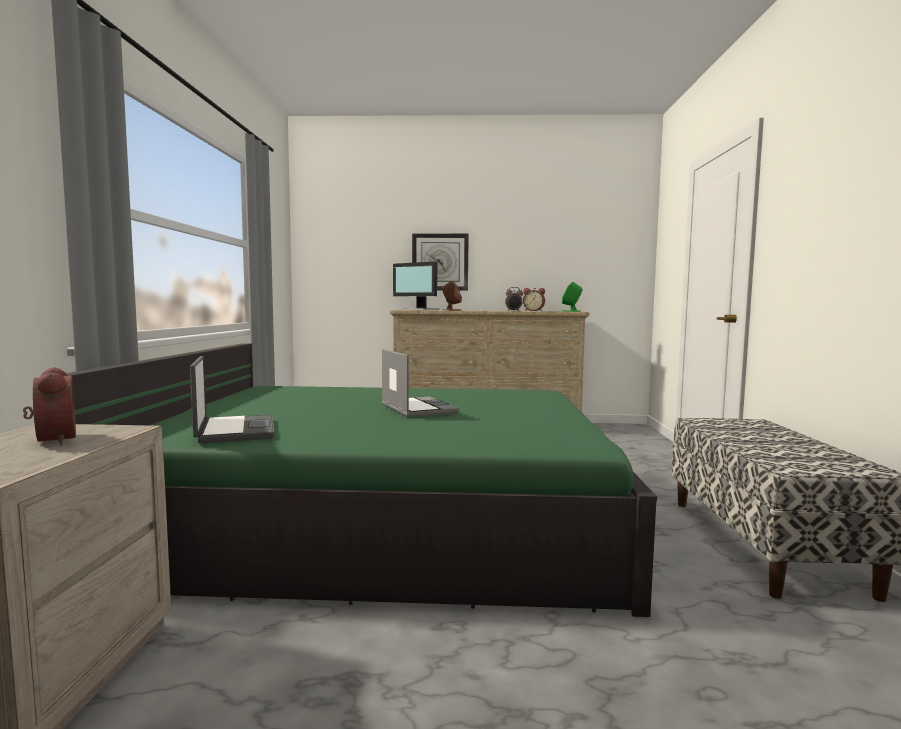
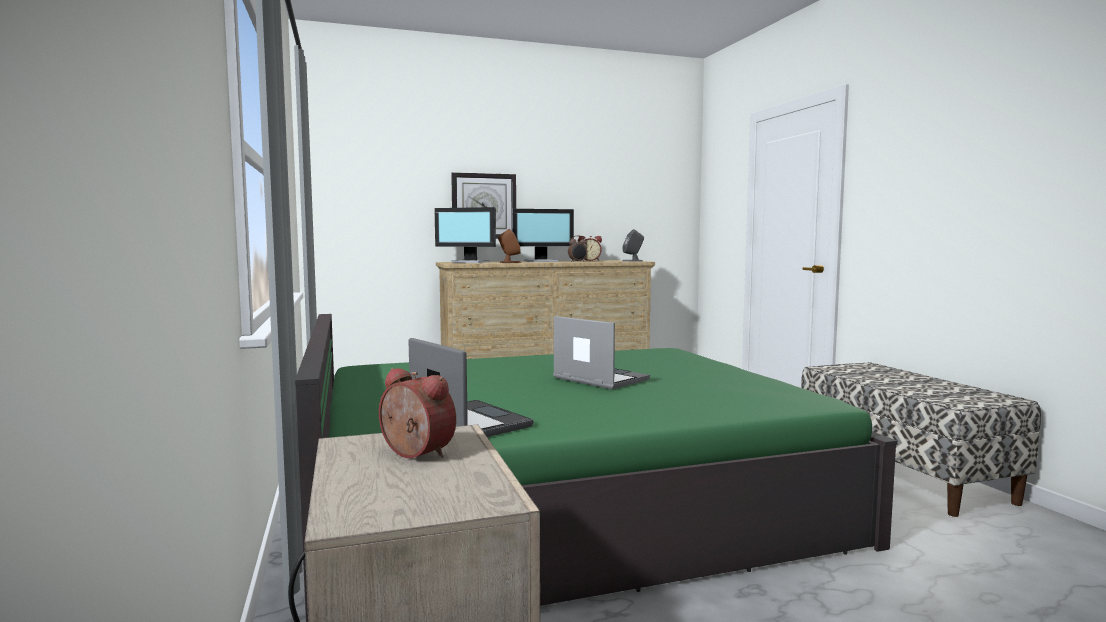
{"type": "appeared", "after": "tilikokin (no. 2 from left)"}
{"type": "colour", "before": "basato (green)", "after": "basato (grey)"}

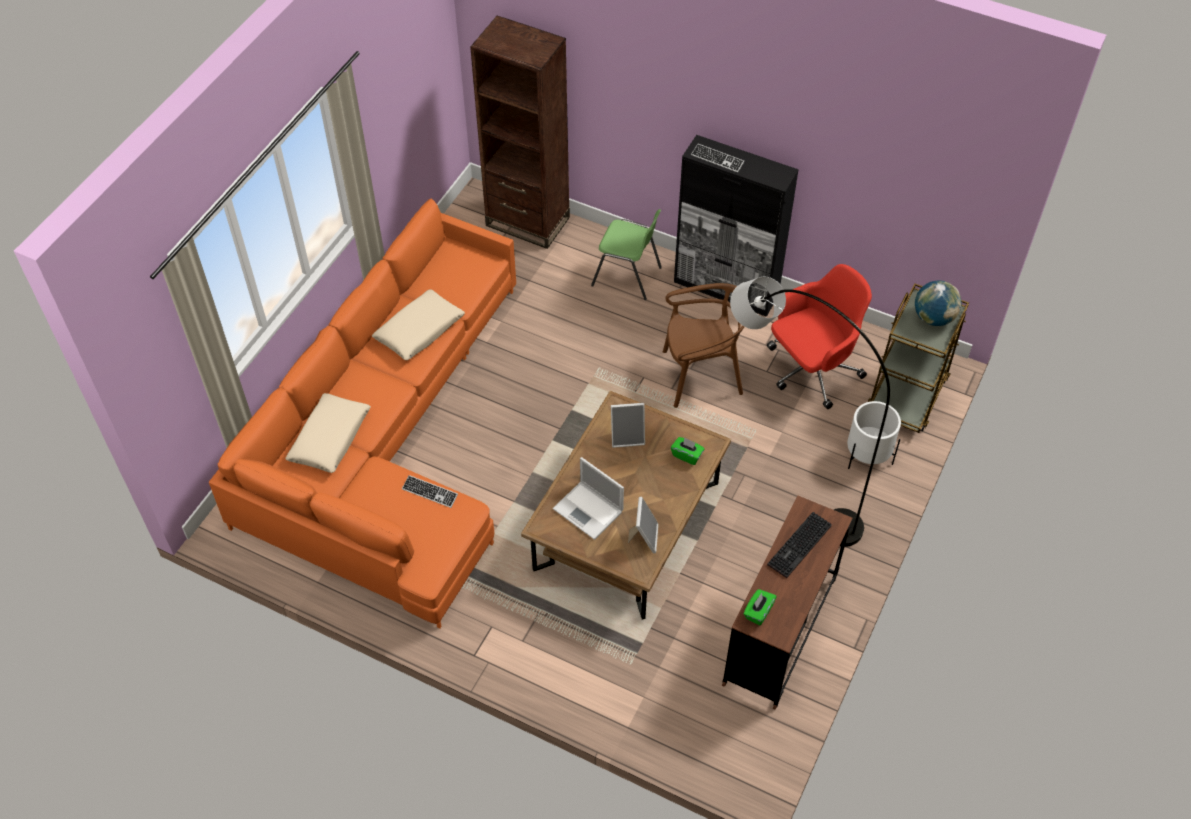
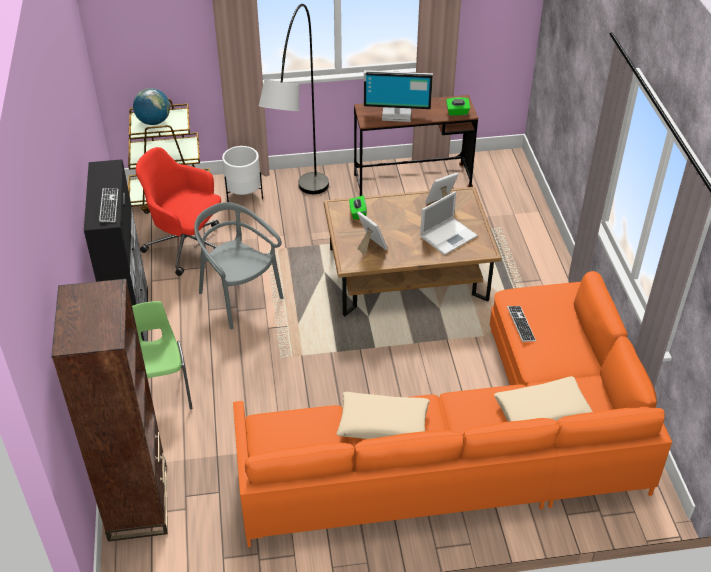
{"type": "colour", "before": "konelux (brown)", "after": "konelux (grey)"}
{"type": "exchanged", "before": "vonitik (no. 3 from left)", "after": "tilikokin"}
{"type": "spun", "before": "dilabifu", "turn": 45}

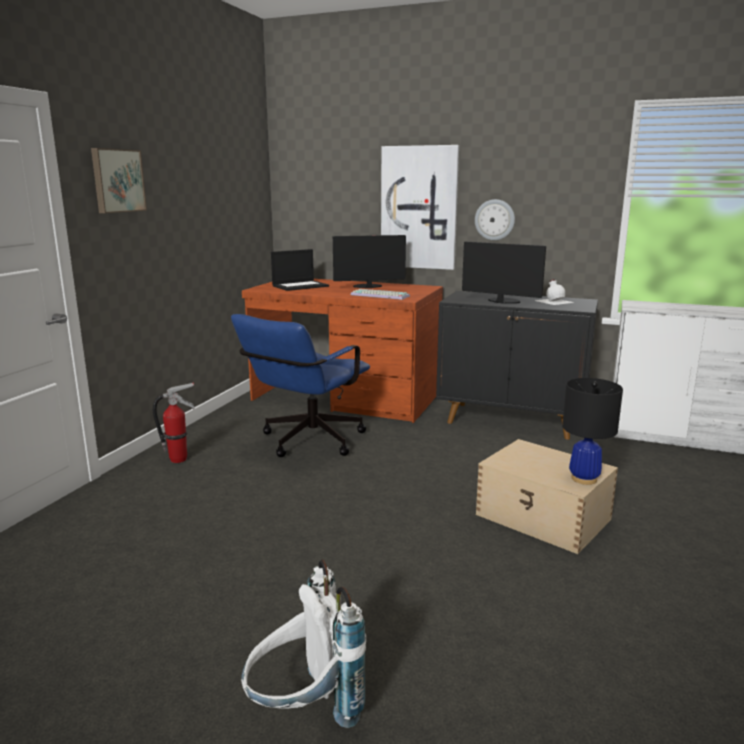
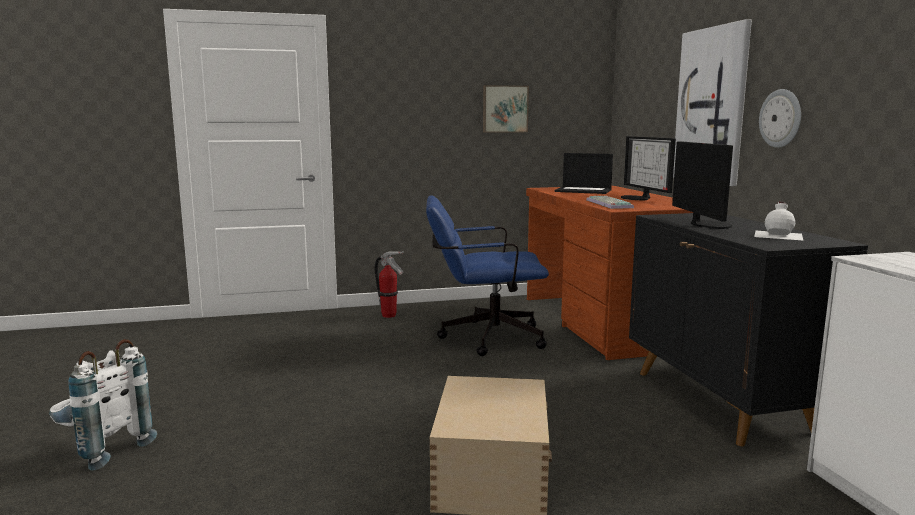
{"type": "relocated", "before": "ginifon (no. 1 from left)"}
{"type": "spun", "before": "tilikokin (no. 1 from left)", "turn": -150}
{"type": "missing", "before": "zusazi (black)"}

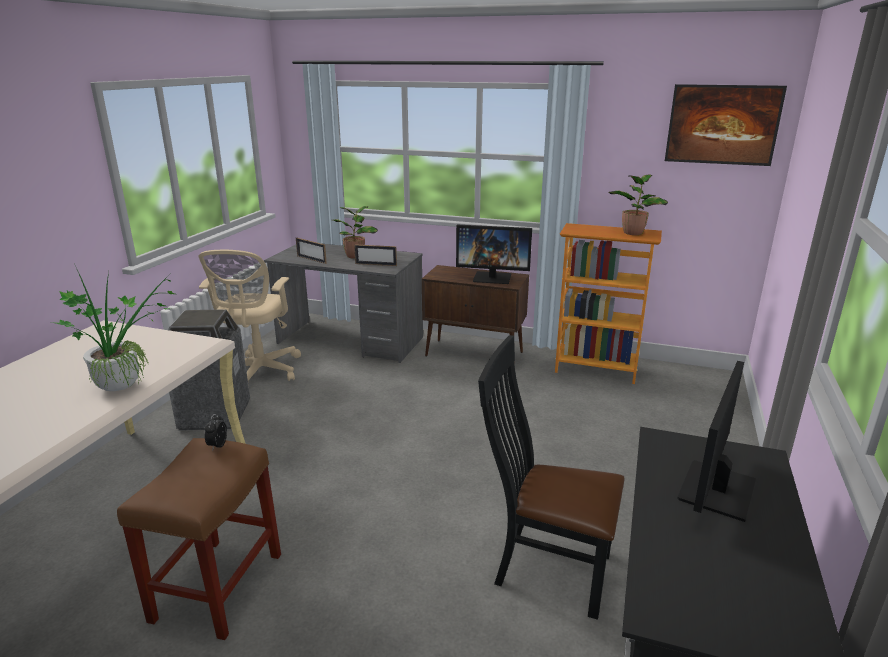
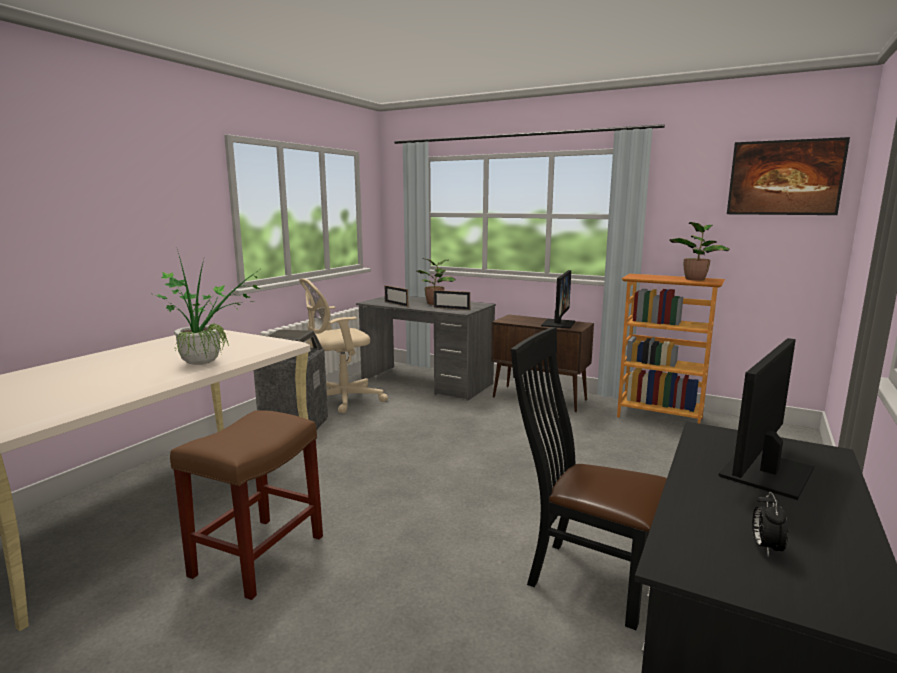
{"type": "spun", "before": "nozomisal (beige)", "turn": 45}
{"type": "spun", "before": "tilikokin (no. 1 from left)", "turn": -90}
{"type": "relocated", "before": "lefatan"}

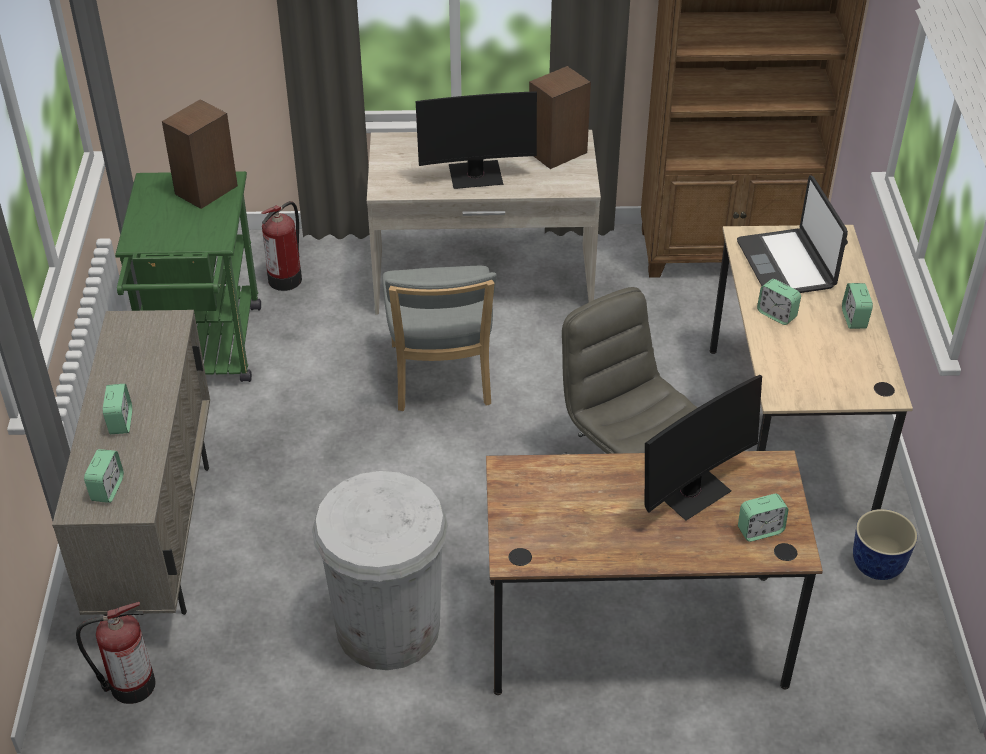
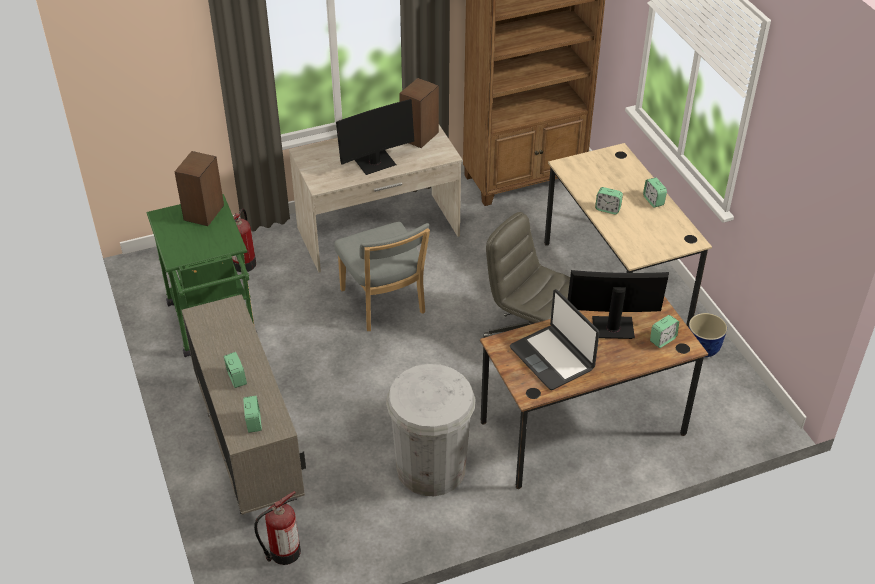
{"type": "relocated", "before": "dilabifu"}
{"type": "spun", "before": "tilikokin (no. 2 from left)", "turn": -120}

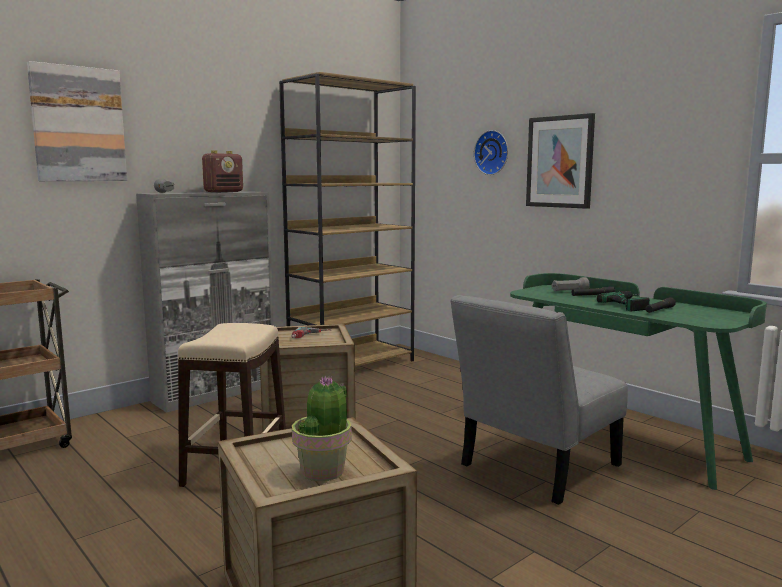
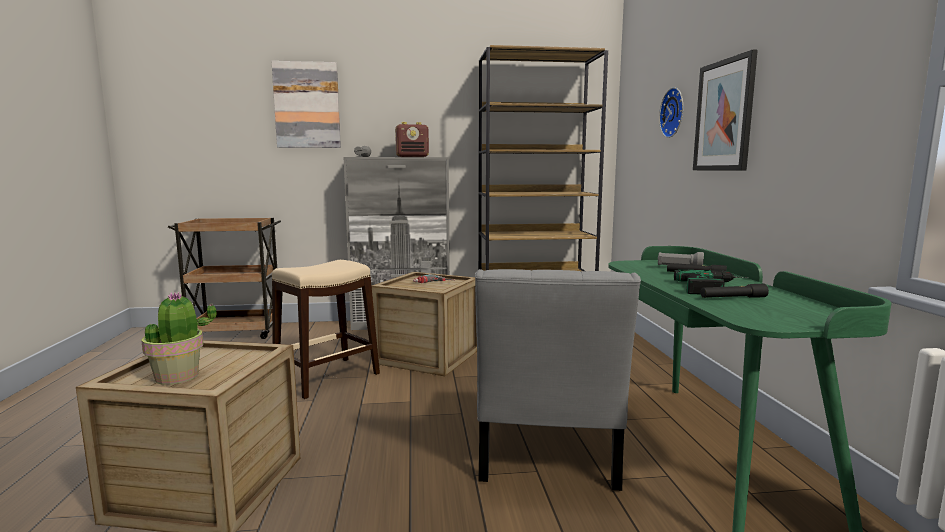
{"type": "spun", "before": "konelux (grey)", "turn": -75}

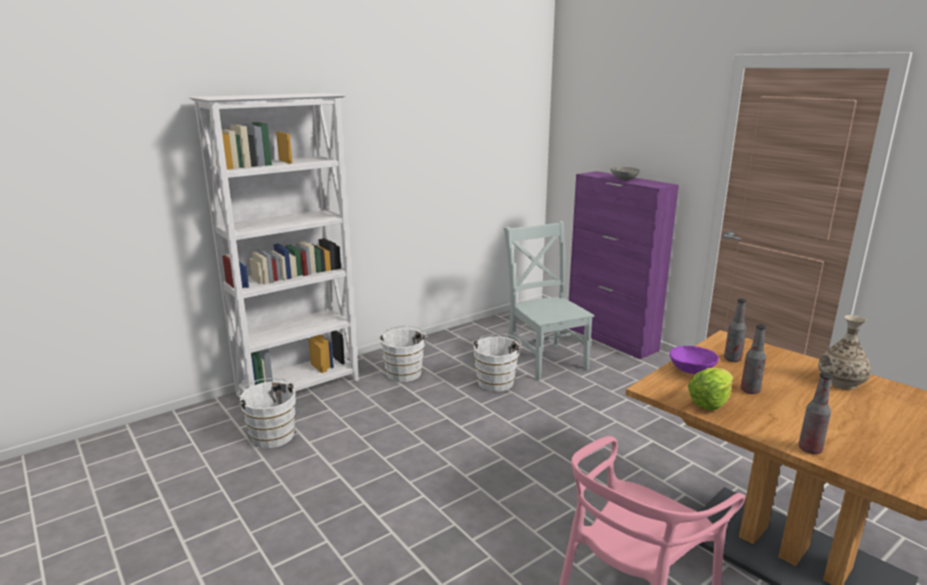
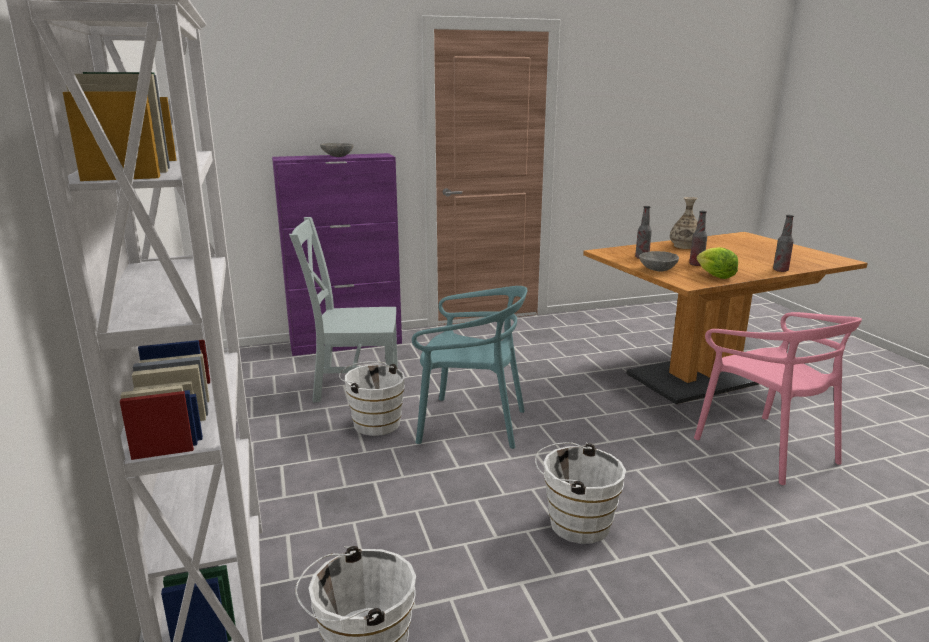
{"type": "appeared", "after": "konelux (turquoise)"}
{"type": "relocated", "before": "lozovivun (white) (no. 2 from left in the first image)", "after": "lozovivun (white) (no. 3 from left)"}
{"type": "colour", "before": "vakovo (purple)", "after": "vakovo (grey) (no. 2 from left)"}

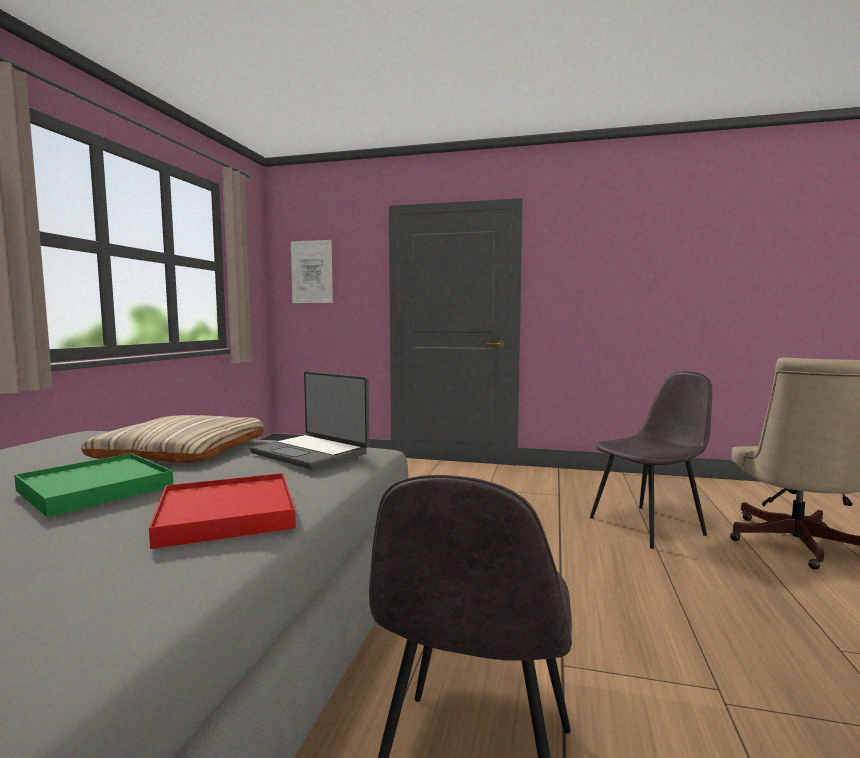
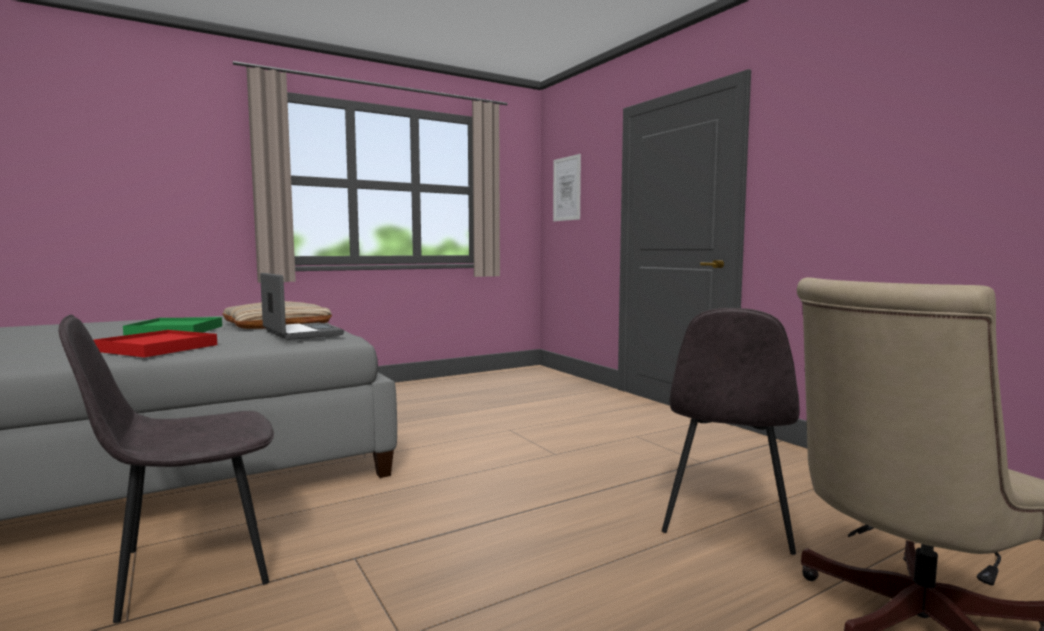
{"type": "spun", "before": "dilabifu", "turn": 150}
{"type": "spun", "before": "konelux (grey) (no. 2 from left)", "turn": 90}

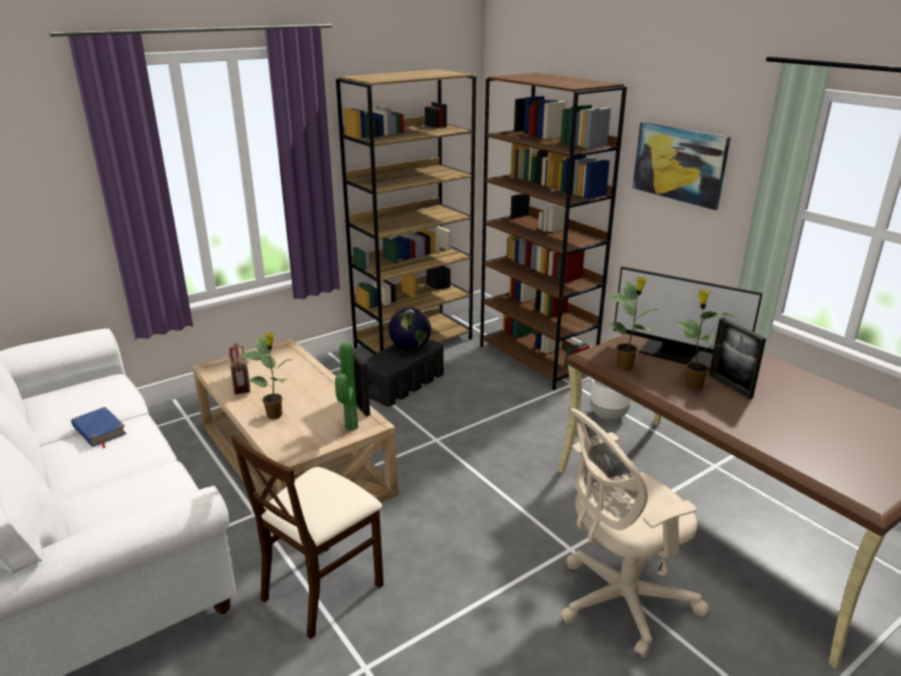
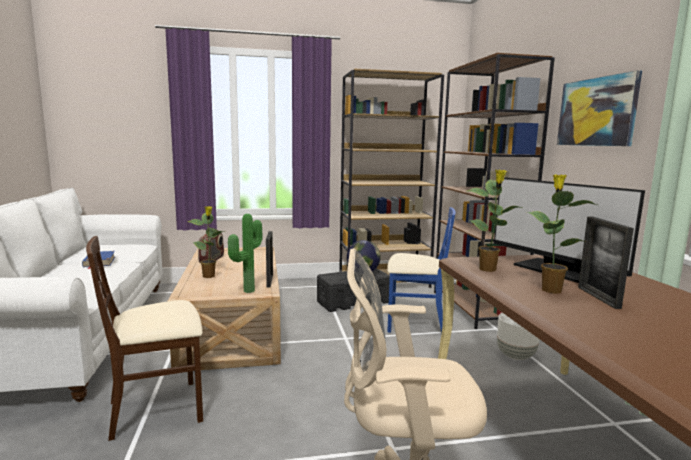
{"type": "appeared", "after": "konelux (blue)"}

